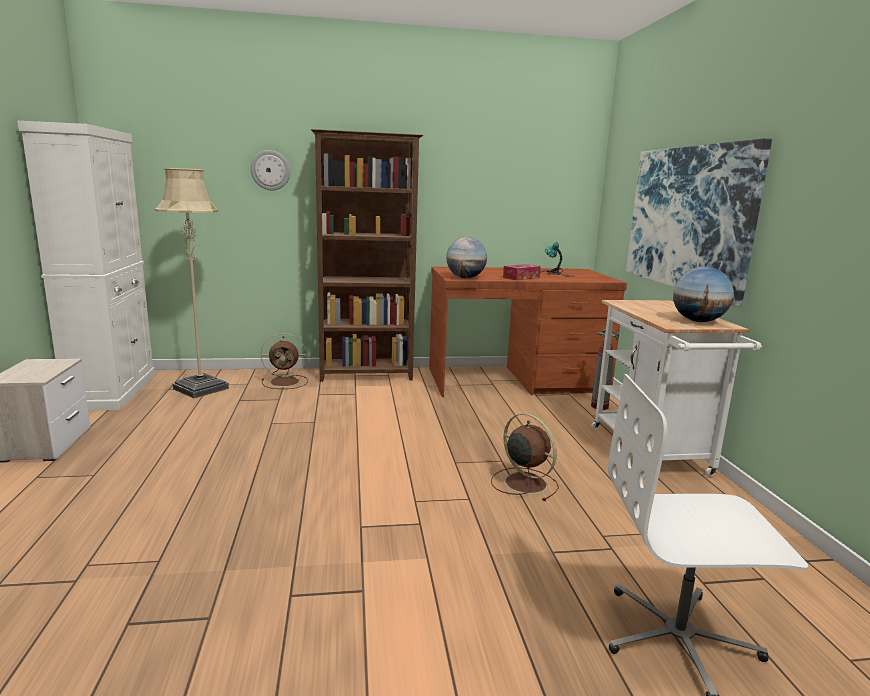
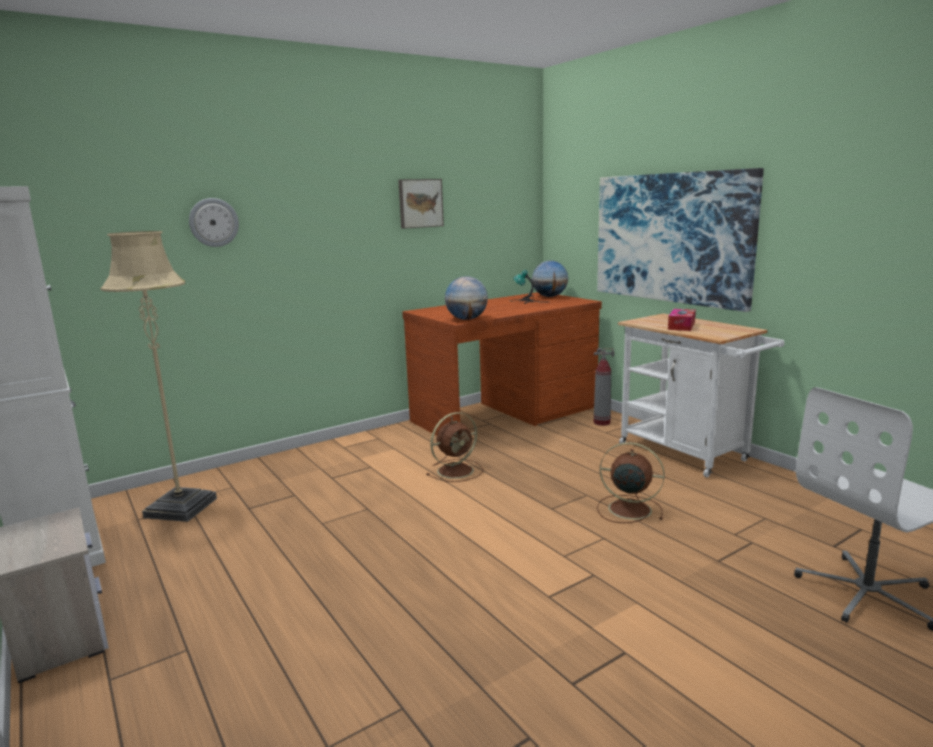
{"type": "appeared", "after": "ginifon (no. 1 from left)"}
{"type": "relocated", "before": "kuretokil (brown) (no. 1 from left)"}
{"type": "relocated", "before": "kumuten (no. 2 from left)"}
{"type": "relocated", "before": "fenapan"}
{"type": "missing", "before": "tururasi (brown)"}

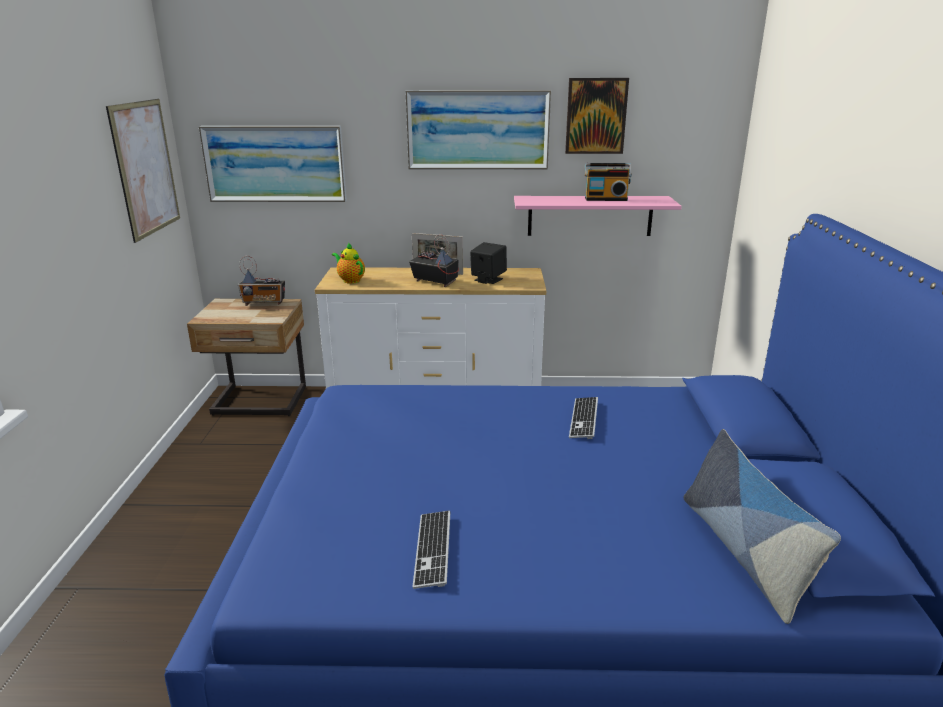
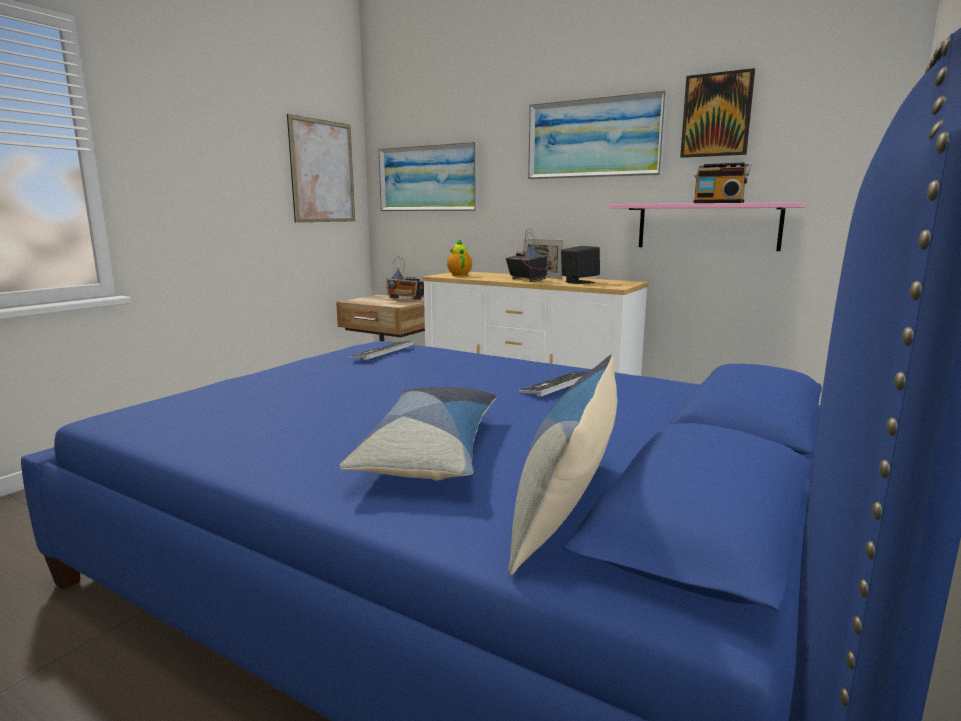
{"type": "appeared", "after": "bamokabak (no. 1 from left)"}
{"type": "relocated", "before": "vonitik (no. 1 from left)"}

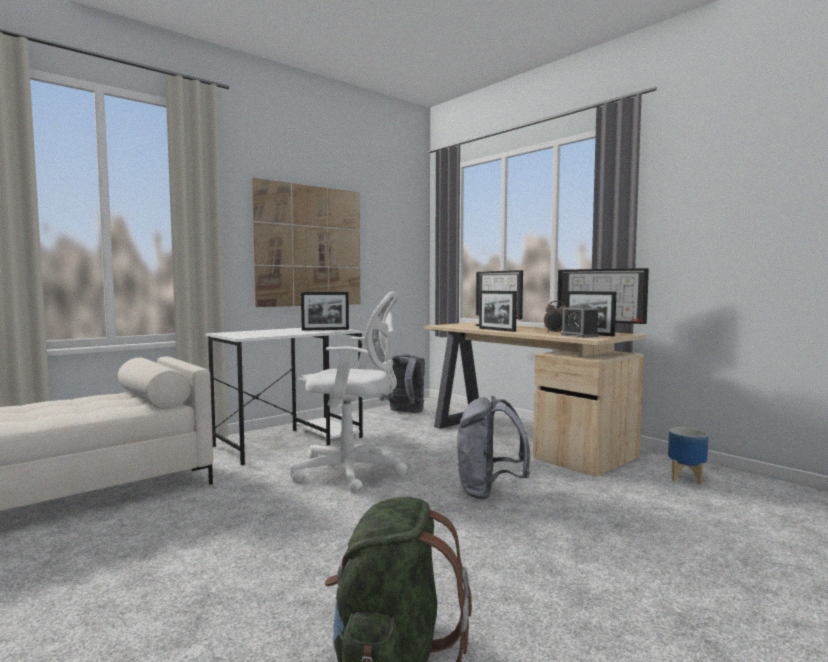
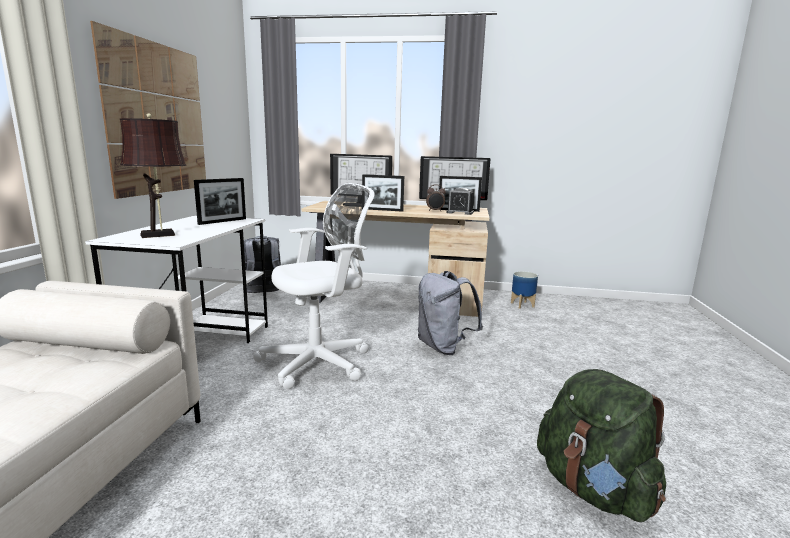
{"type": "appeared", "after": "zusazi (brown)"}

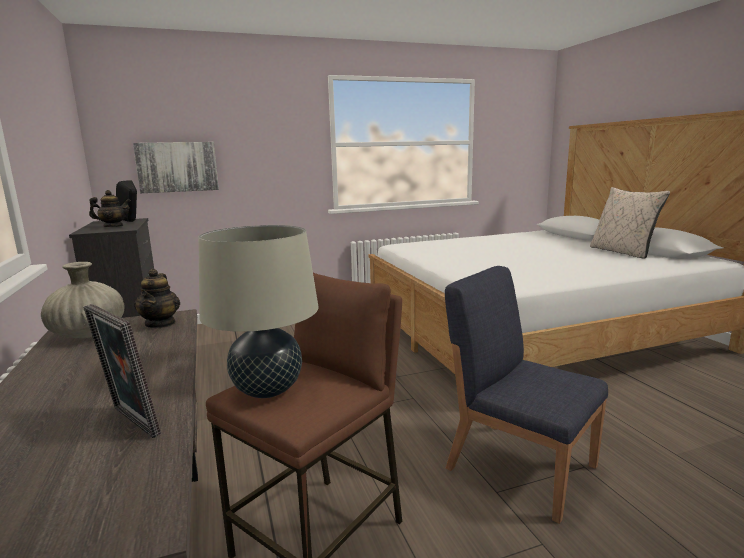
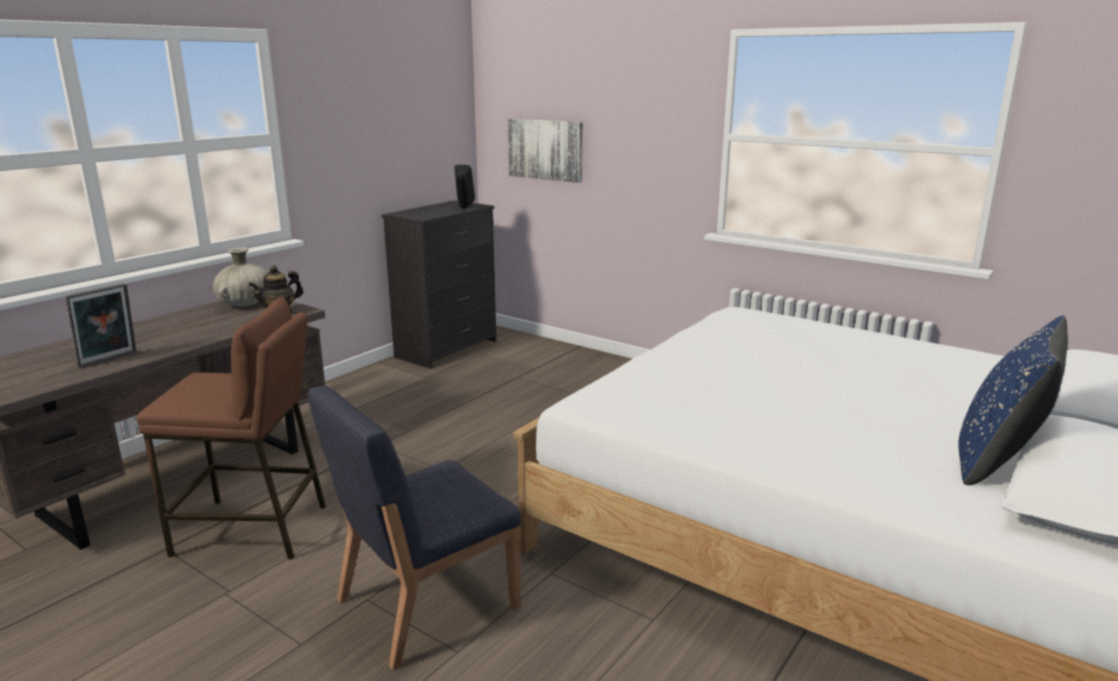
{"type": "spun", "before": "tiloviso", "turn": -150}
{"type": "spun", "before": "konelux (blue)", "turn": -135}
{"type": "colour", "before": "bamokabak (beige)", "after": "bamokabak (blue)"}
{"type": "missing", "before": "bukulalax (no. 1 from left)"}
{"type": "missing", "before": "zusazi (beige)"}

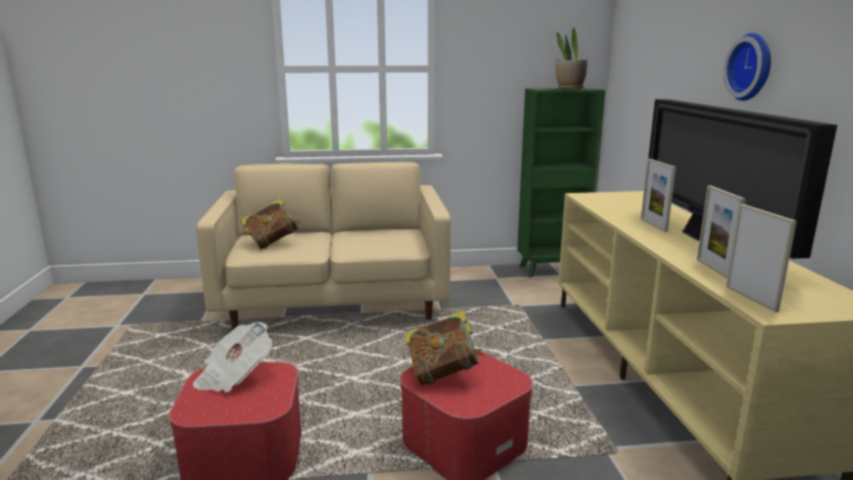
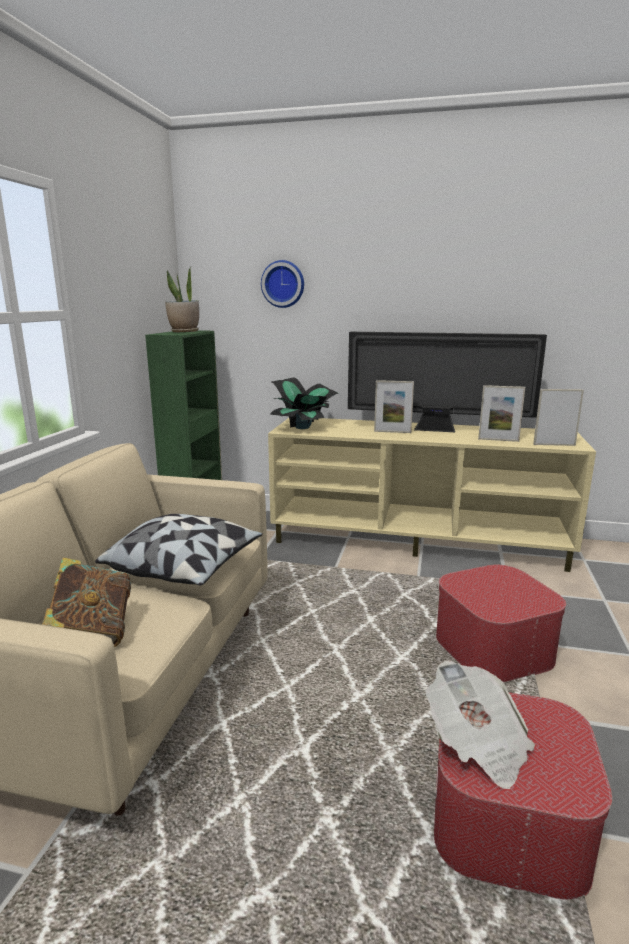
{"type": "appeared", "after": "bamokabak"}
{"type": "relocated", "before": "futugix"}
{"type": "appeared", "after": "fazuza (no. 2 from left)"}
{"type": "missing", "before": "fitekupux (no. 2 from left)"}

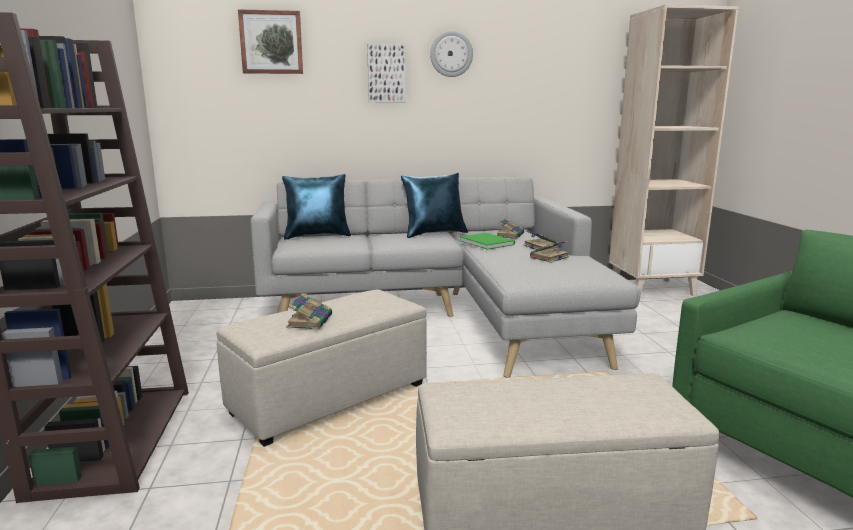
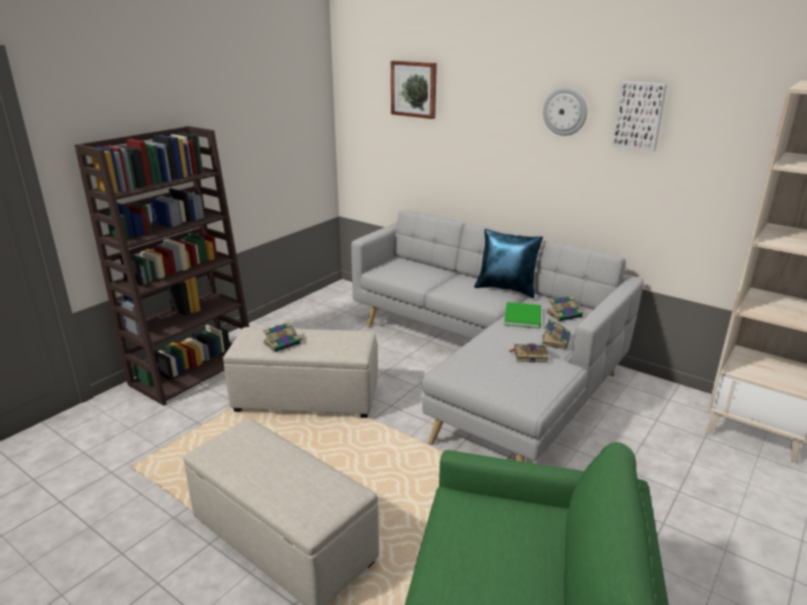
{"type": "relocated", "before": "ginifon (no. 2 from left)"}
{"type": "missing", "before": "bamokabak (blue) (no. 1 from left)"}

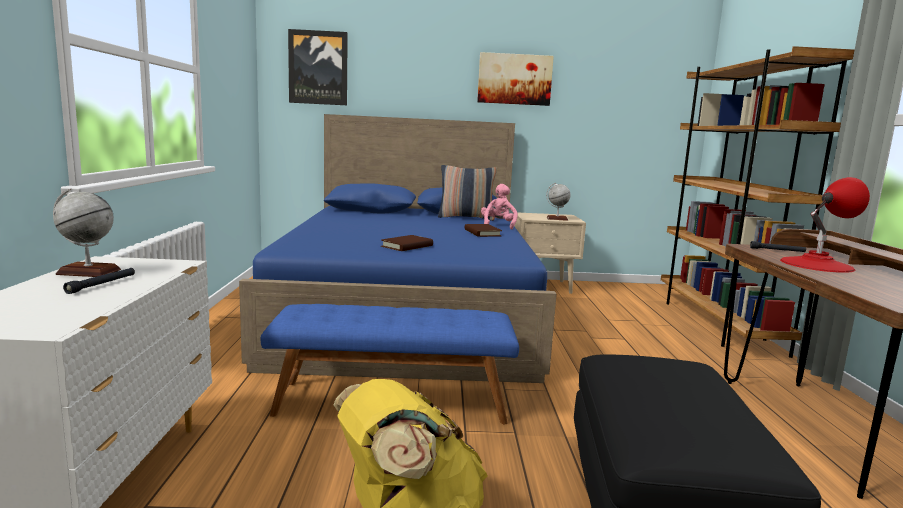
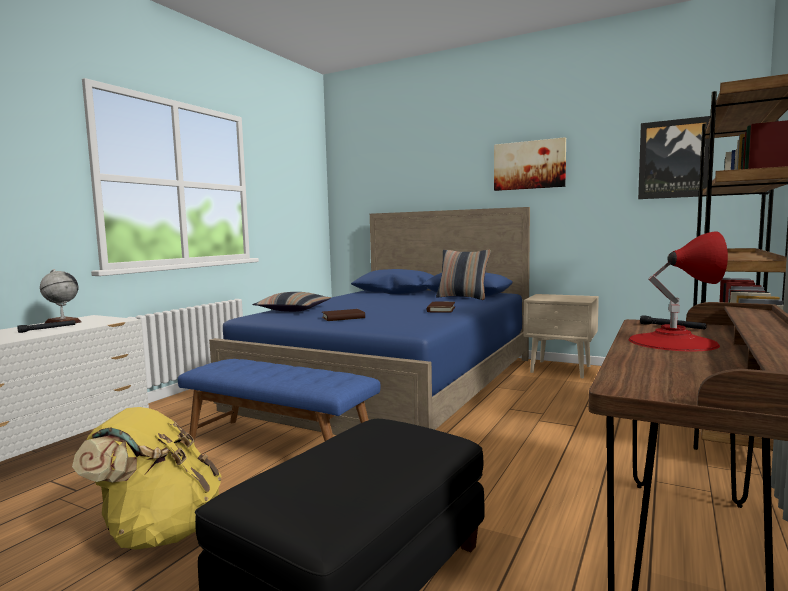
{"type": "appeared", "after": "bamokabak (no. 1 from left)"}
{"type": "relocated", "before": "ginifon (no. 1 from left in the first image)", "after": "ginifon (no. 2 from left)"}
{"type": "missing", "before": "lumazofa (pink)"}
{"type": "missing", "before": "kumuten (no. 2 from left)"}

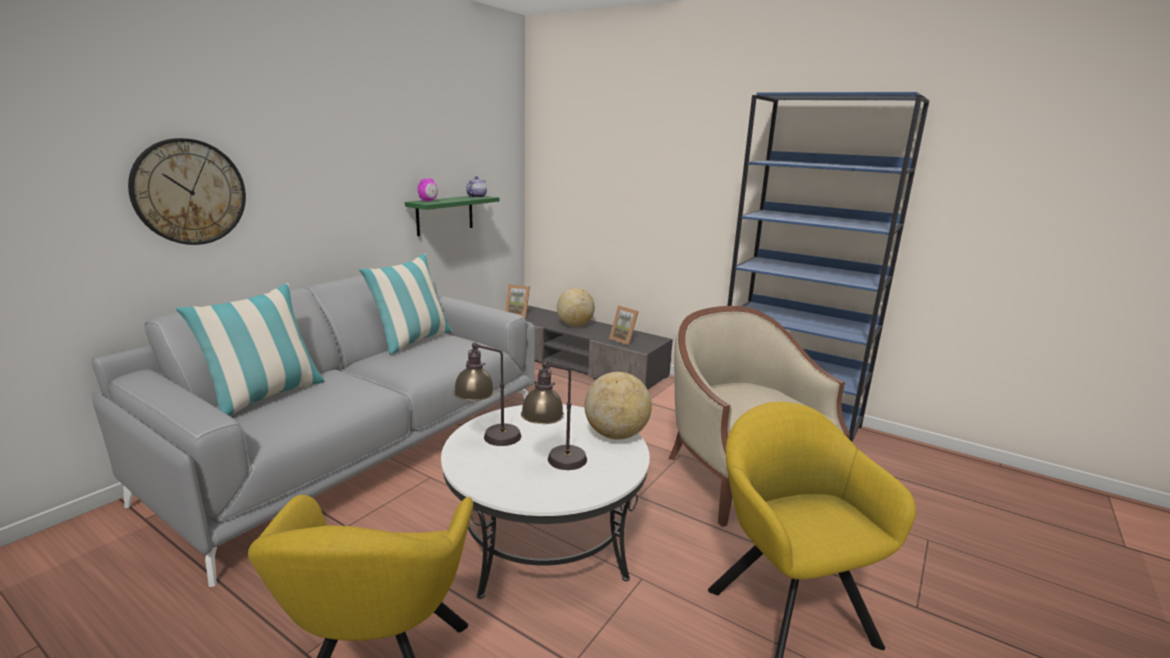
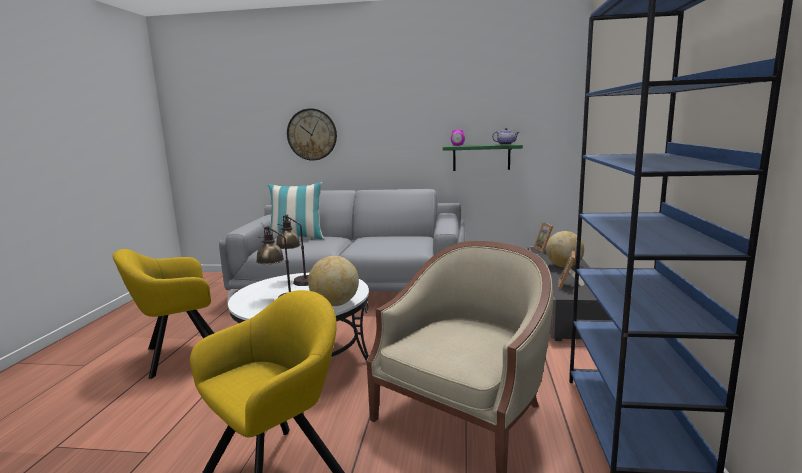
{"type": "missing", "before": "bamokabak (no. 2 from left)"}

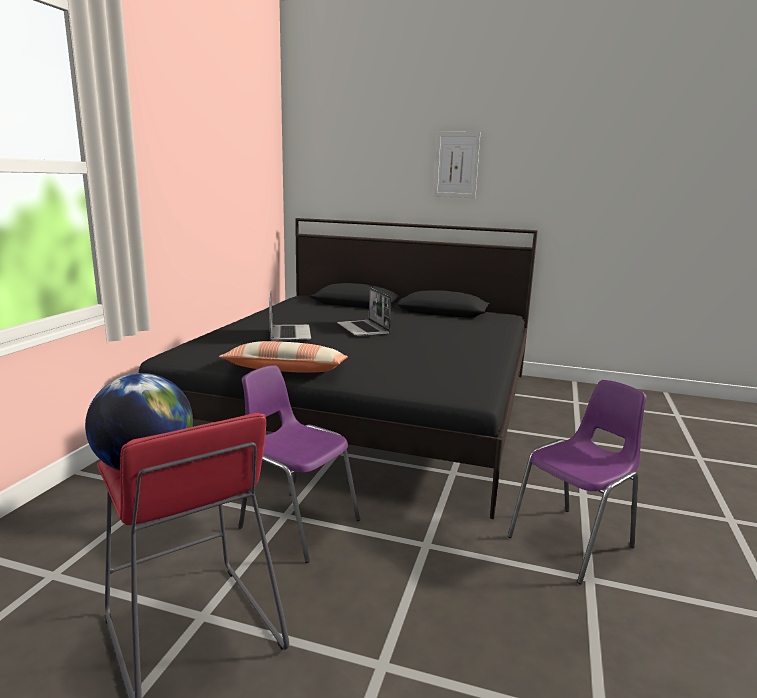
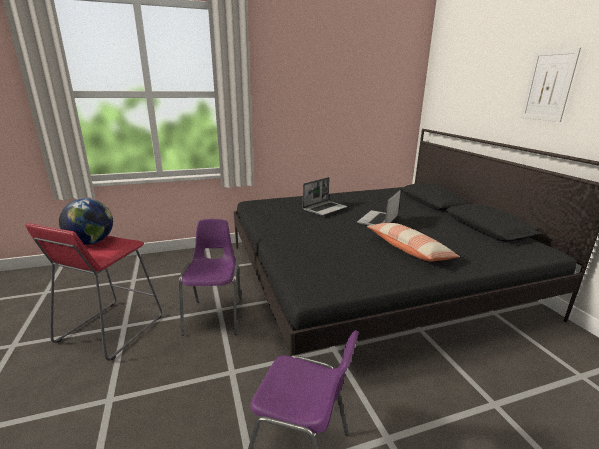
{"type": "relocated", "before": "bamokabak"}

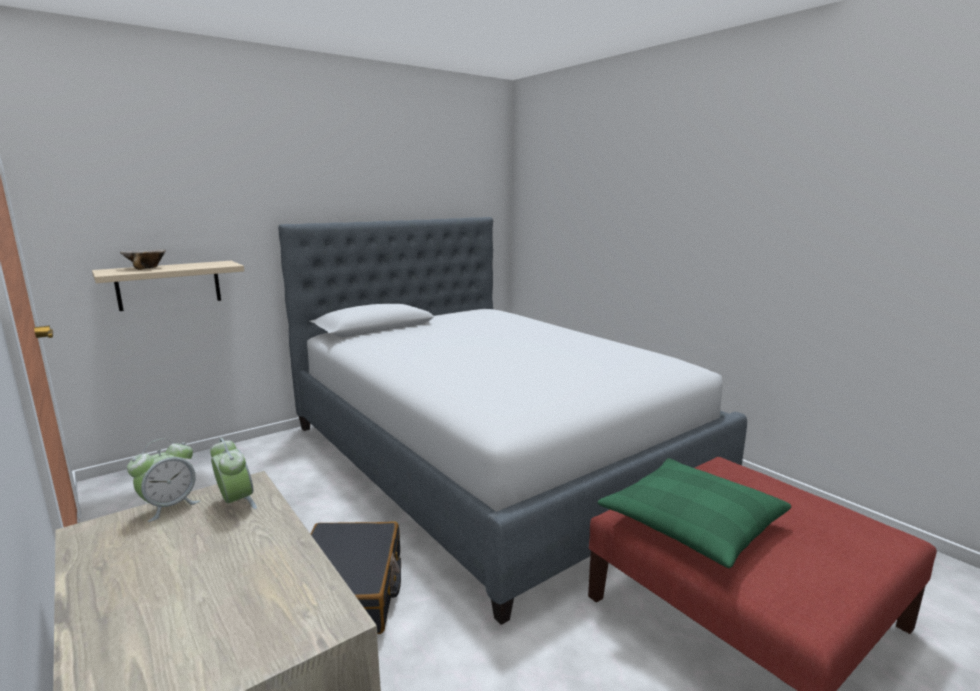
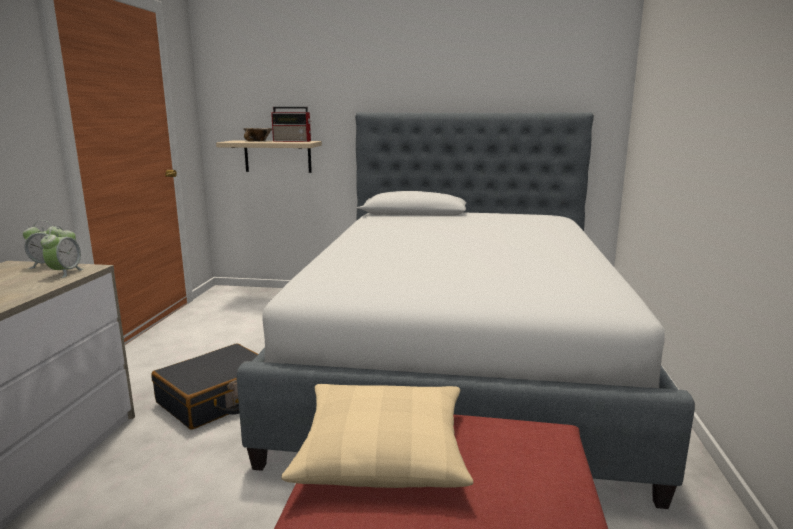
{"type": "appeared", "after": "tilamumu"}
{"type": "colour", "before": "bamokabak (green)", "after": "bamokabak (beige)"}

